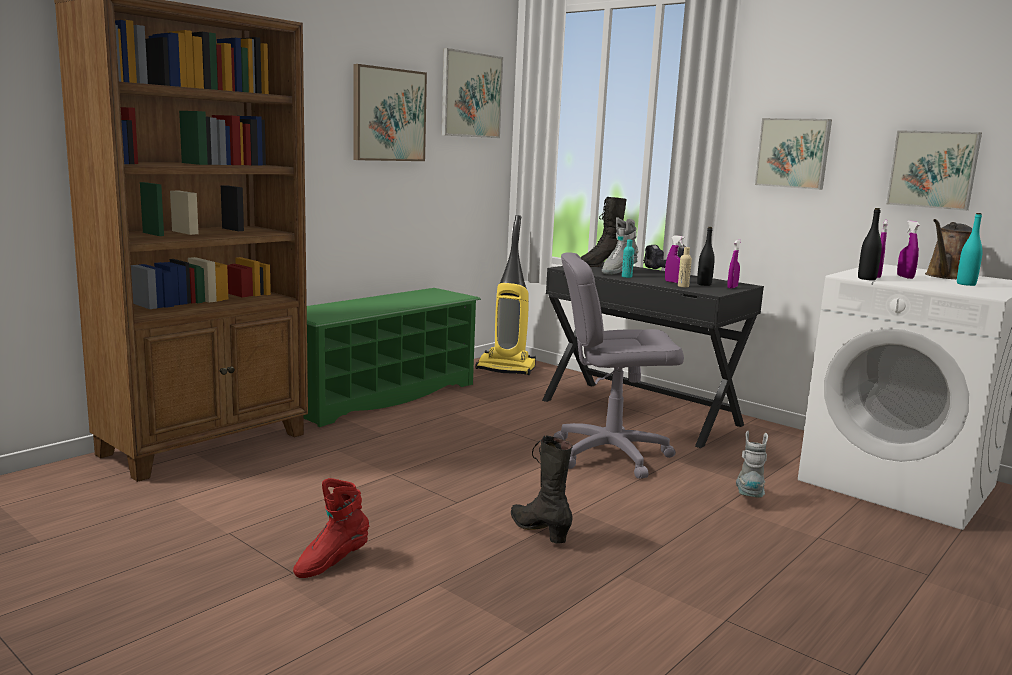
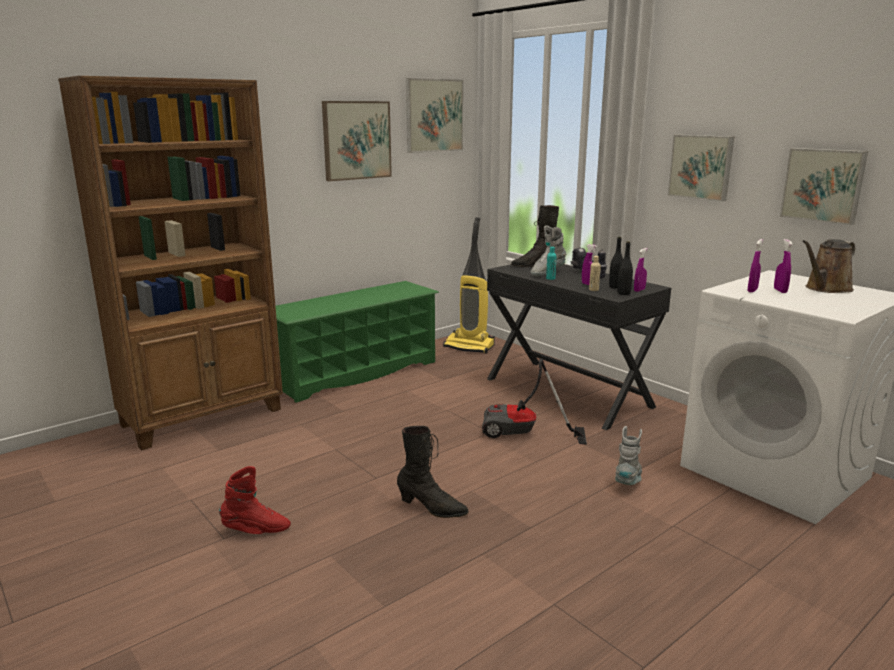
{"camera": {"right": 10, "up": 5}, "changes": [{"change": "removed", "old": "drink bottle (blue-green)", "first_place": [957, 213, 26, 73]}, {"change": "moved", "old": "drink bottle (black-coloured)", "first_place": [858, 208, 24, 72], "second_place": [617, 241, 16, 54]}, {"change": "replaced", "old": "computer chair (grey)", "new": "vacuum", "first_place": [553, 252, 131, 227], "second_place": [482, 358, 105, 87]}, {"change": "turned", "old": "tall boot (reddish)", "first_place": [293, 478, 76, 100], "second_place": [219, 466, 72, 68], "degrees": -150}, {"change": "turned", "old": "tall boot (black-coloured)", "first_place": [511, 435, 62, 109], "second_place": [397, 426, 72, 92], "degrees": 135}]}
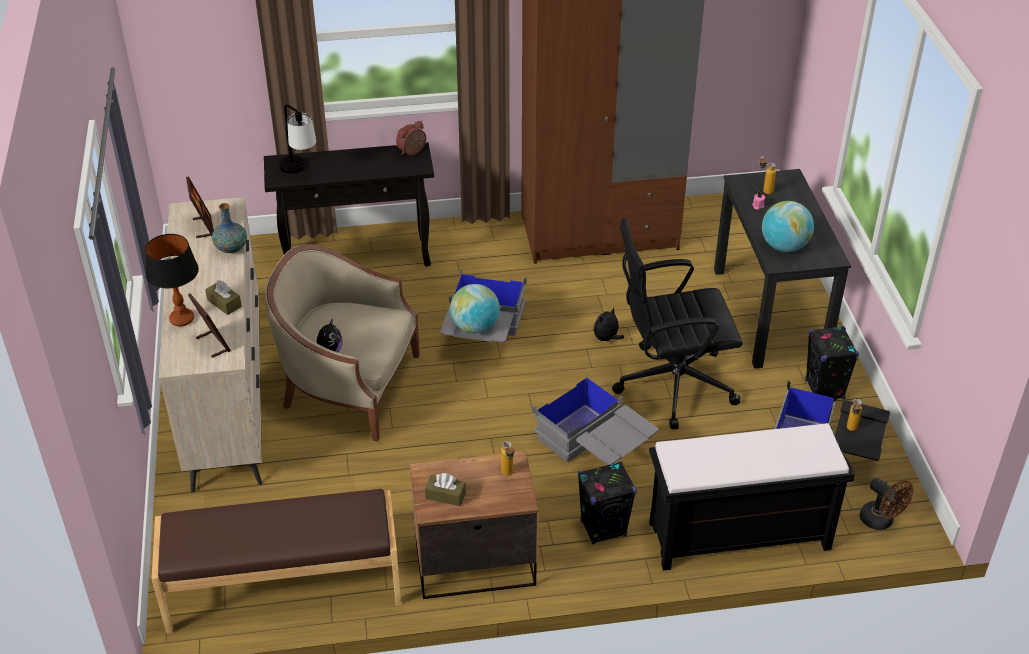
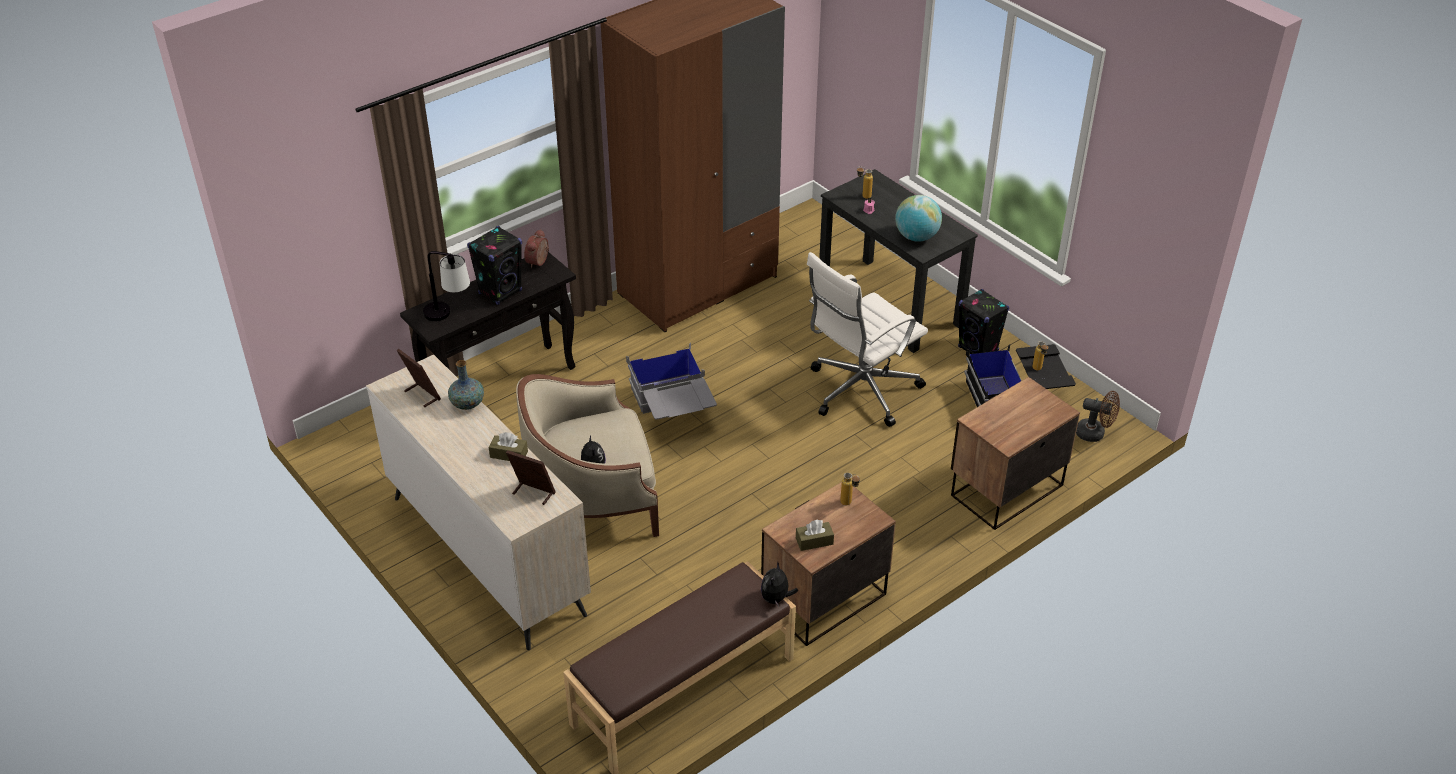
{"camera": {"right": -30, "up": 0}, "changes": [{"change": "removed", "old": "tabletop lamp", "first_place": [145, 234, 54, 92]}, {"change": "removed", "old": "desk globe", "first_place": [450, 284, 50, 49]}, {"change": "removed", "old": "storage container (grey)", "first_place": [533, 374, 125, 91]}, {"change": "moved", "old": "audio speaker (black-coloured)", "first_place": [578, 461, 58, 83], "second_place": [467, 226, 55, 79]}, {"change": "moved", "old": "plush toy", "first_place": [594, 307, 30, 34], "second_place": [761, 561, 37, 46]}, {"change": "replaced", "old": "long seat (black-coloured)", "new": "nightstand", "first_place": [649, 423, 206, 148], "second_place": [951, 377, 129, 153]}, {"change": "recoloured", "old": "computer chair (black-coloured)", "new": "computer chair (white-coloured)", "first_place": [612, 218, 131, 212], "second_place": [807, 252, 121, 175]}]}
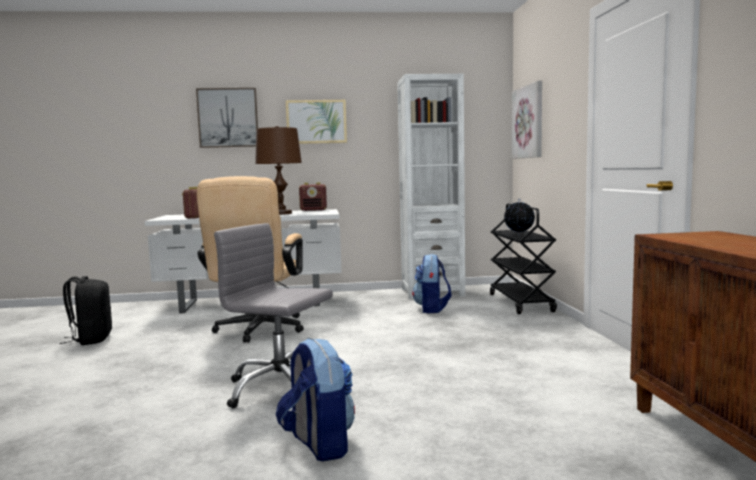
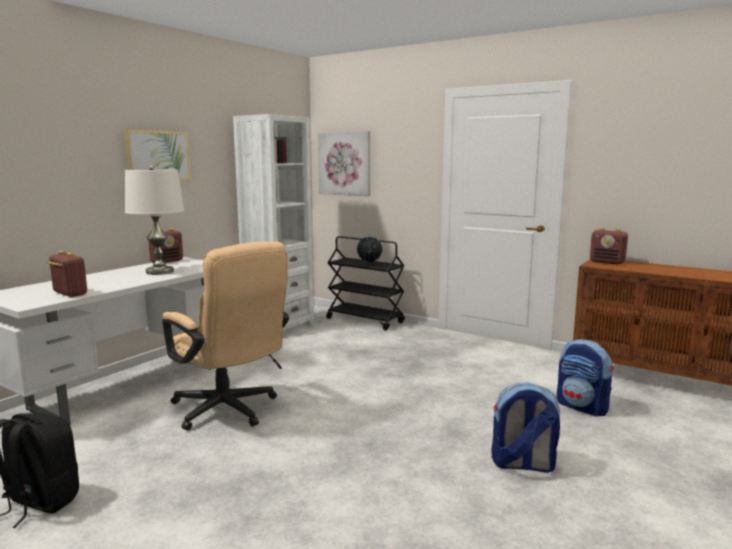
{"camera": {"right": -50, "up": 5}, "changes": [{"change": "removed", "old": "picture", "first_place": [196, 88, 62, 60]}, {"change": "removed", "old": "computer chair (grey)", "first_place": [214, 223, 119, 186]}, {"change": "added", "new": "radio", "second_place": [590, 228, 38, 37]}, {"change": "moved", "old": "backpack", "first_place": [412, 254, 39, 59], "second_place": [556, 339, 58, 78]}, {"change": "recoloured", "old": "tabletop lamp (brown-coloured)", "new": "tabletop lamp (white-coloured)", "first_place": [255, 126, 47, 89], "second_place": [125, 166, 59, 109]}]}
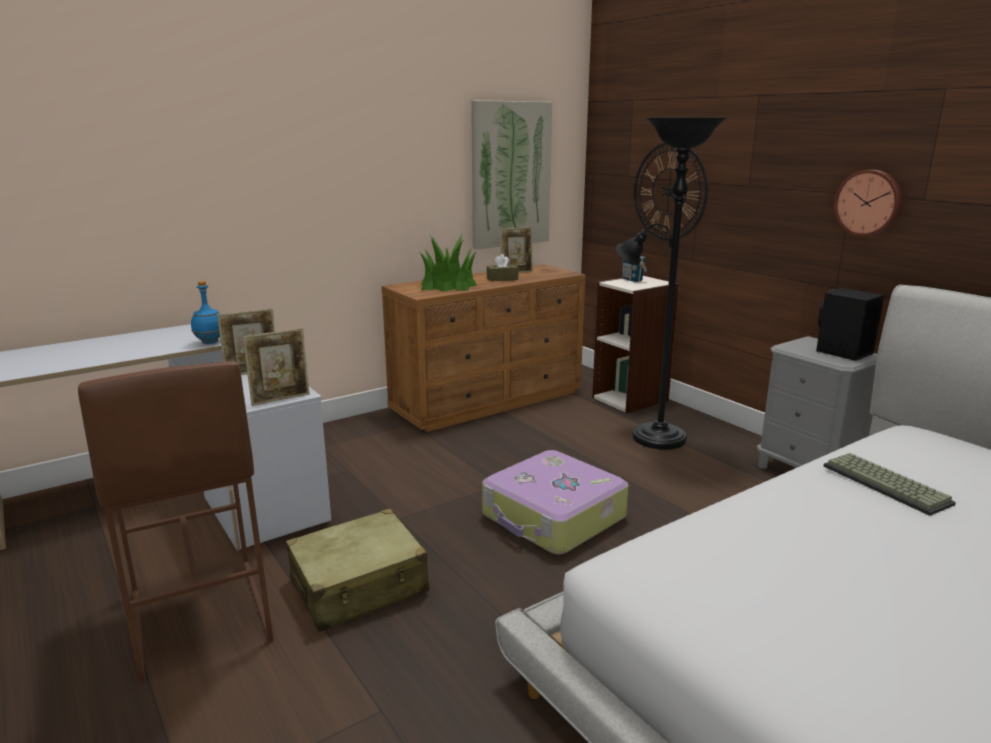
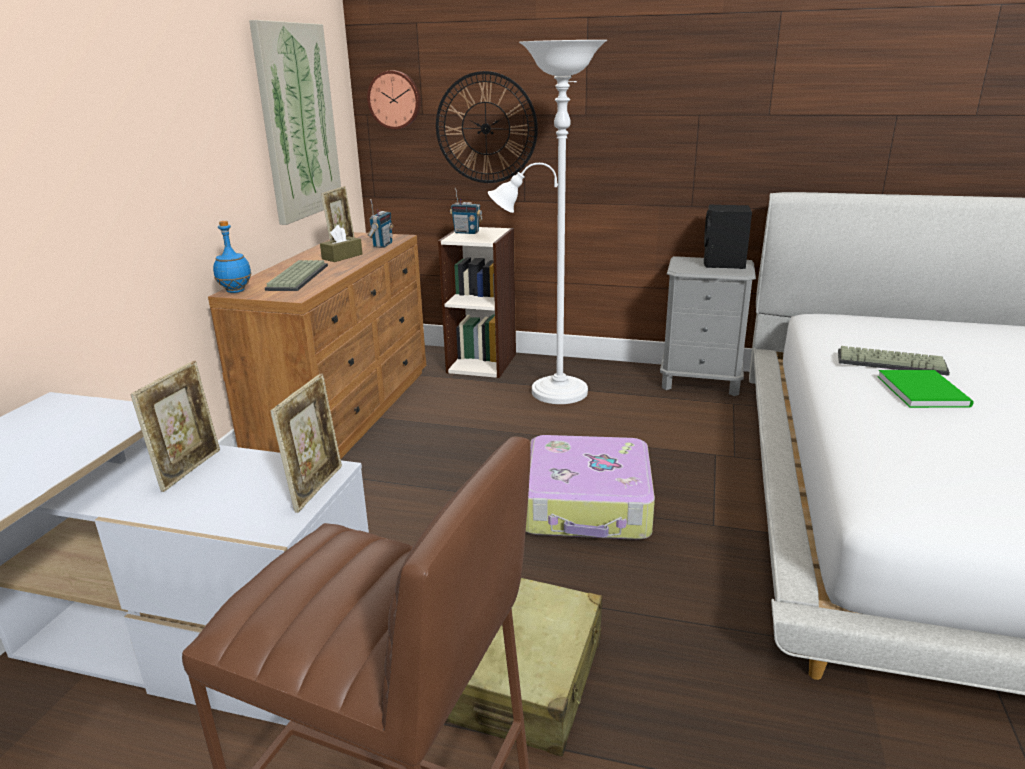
{"camera": {"right": -40, "up": 5}, "changes": [{"change": "added", "new": "radio", "second_place": [367, 199, 26, 49]}, {"change": "added", "new": "book (green)", "second_place": [878, 370, 96, 38]}, {"change": "moved", "old": "drink bottle (bluish)", "first_place": [191, 281, 29, 63], "second_place": [213, 221, 38, 72]}, {"change": "moved", "old": "clock on the wall", "first_place": [834, 170, 68, 66], "second_place": [367, 71, 54, 58]}, {"change": "replaced", "old": "plant in a pot", "new": "keyboard", "first_place": [420, 235, 57, 57], "second_place": [265, 260, 63, 31]}, {"change": "recoloured", "old": "floor lamp (black-coloured)", "new": "floor lamp (white-coloured)", "first_place": [616, 117, 111, 333], "second_place": [488, 40, 119, 364]}]}
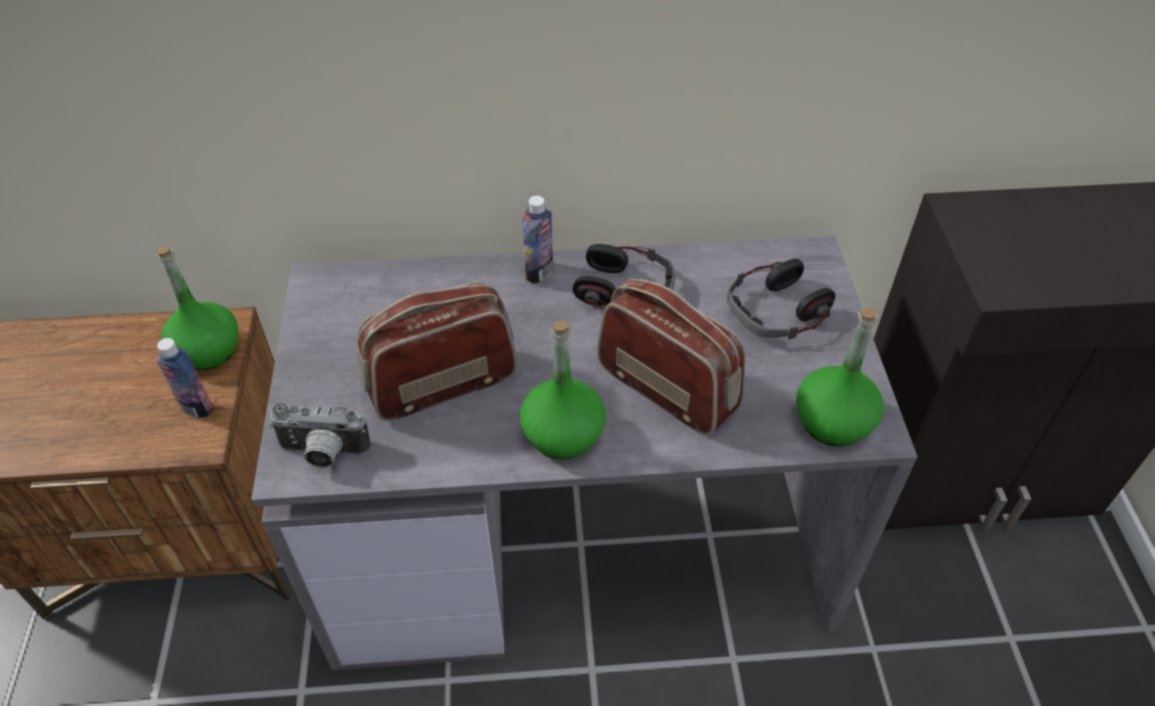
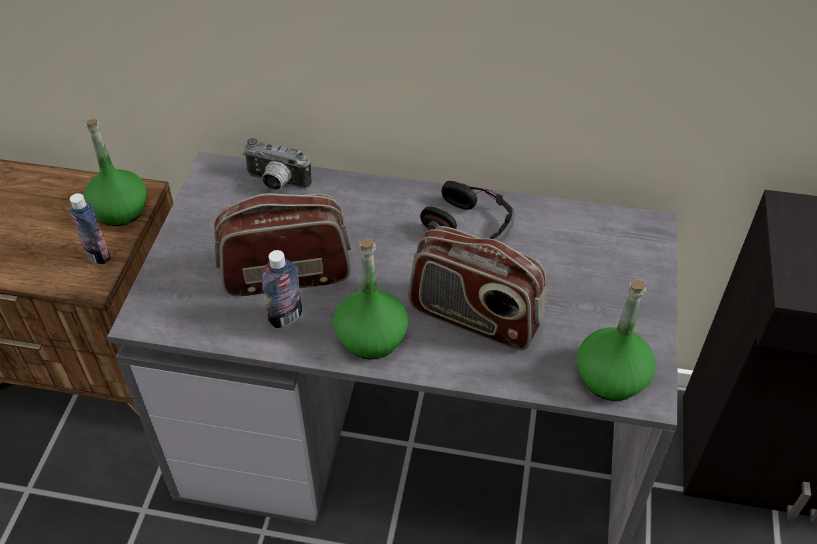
{"camera": {"right": 15, "up": 0}, "changes": [{"change": "removed", "old": "headset", "first_place": [727, 258, 108, 82]}, {"change": "moved", "old": "still camera", "first_place": [269, 403, 102, 65], "second_place": [243, 138, 69, 53]}, {"change": "moved", "old": "drink bottle", "first_place": [523, 196, 30, 88], "second_place": [262, 250, 40, 78]}, {"change": "turned", "old": "radio", "first_place": [597, 279, 148, 157], "second_place": [408, 226, 138, 124], "degrees": 150}]}
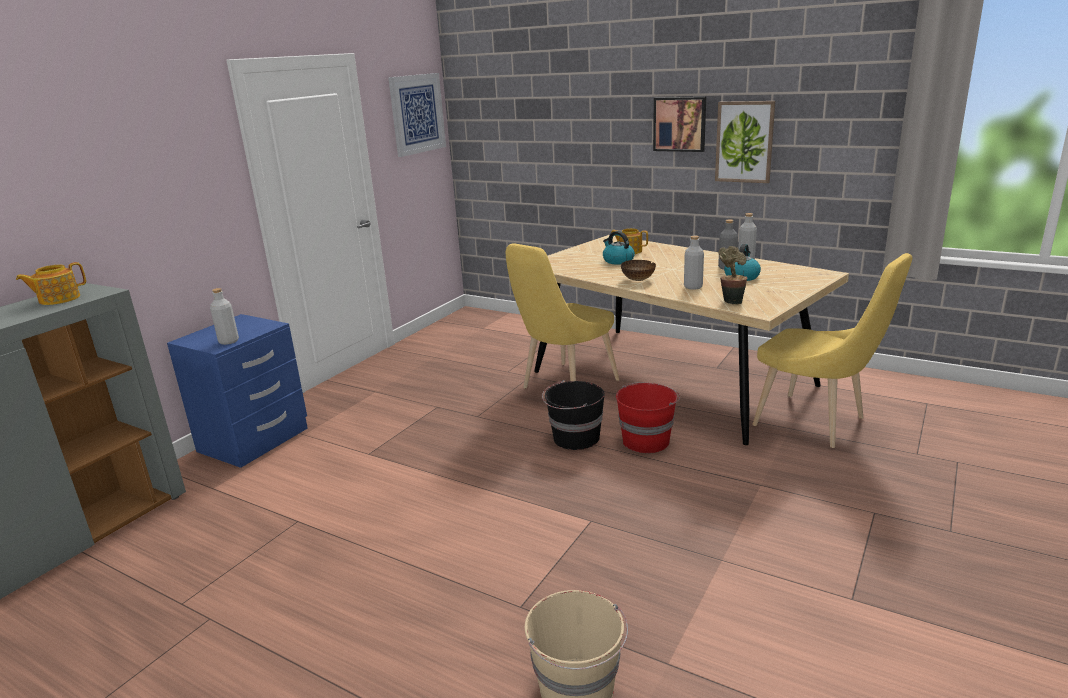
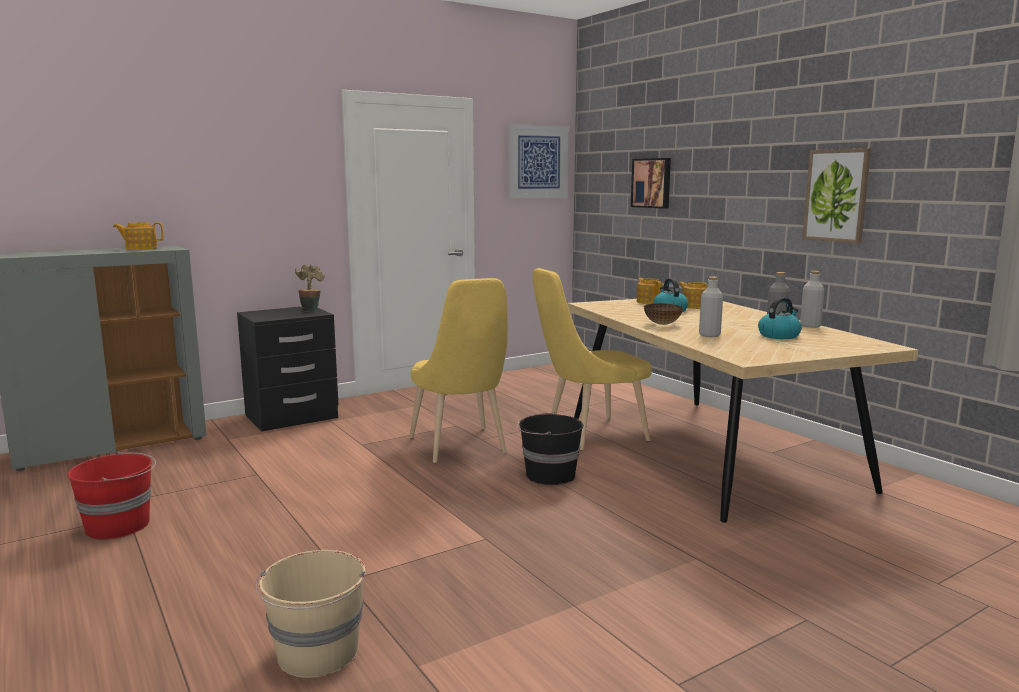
{"camera": {"right": 25, "up": -10}, "changes": [{"change": "removed", "old": "drink bottle (grey)", "first_place": [210, 288, 29, 57]}, {"change": "added", "new": "teapot", "second_place": [637, 278, 26, 26]}, {"change": "moved", "old": "water bucket (reddish)", "first_place": [616, 382, 64, 71], "second_place": [67, 452, 89, 87]}, {"change": "moved", "old": "picture", "first_place": [653, 97, 53, 55], "second_place": [631, 158, 40, 51]}, {"change": "moved", "old": "plant in a pot", "first_place": [719, 246, 28, 58], "second_place": [295, 264, 30, 48]}, {"change": "moved", "old": "upright chair (yellow-coloured)", "first_place": [752, 253, 160, 195], "second_place": [409, 278, 99, 185]}, {"change": "recoloured", "old": "nightstand (bluish)", "new": "nightstand (black-coloured)", "first_place": [167, 314, 141, 154], "second_place": [237, 306, 102, 125]}]}
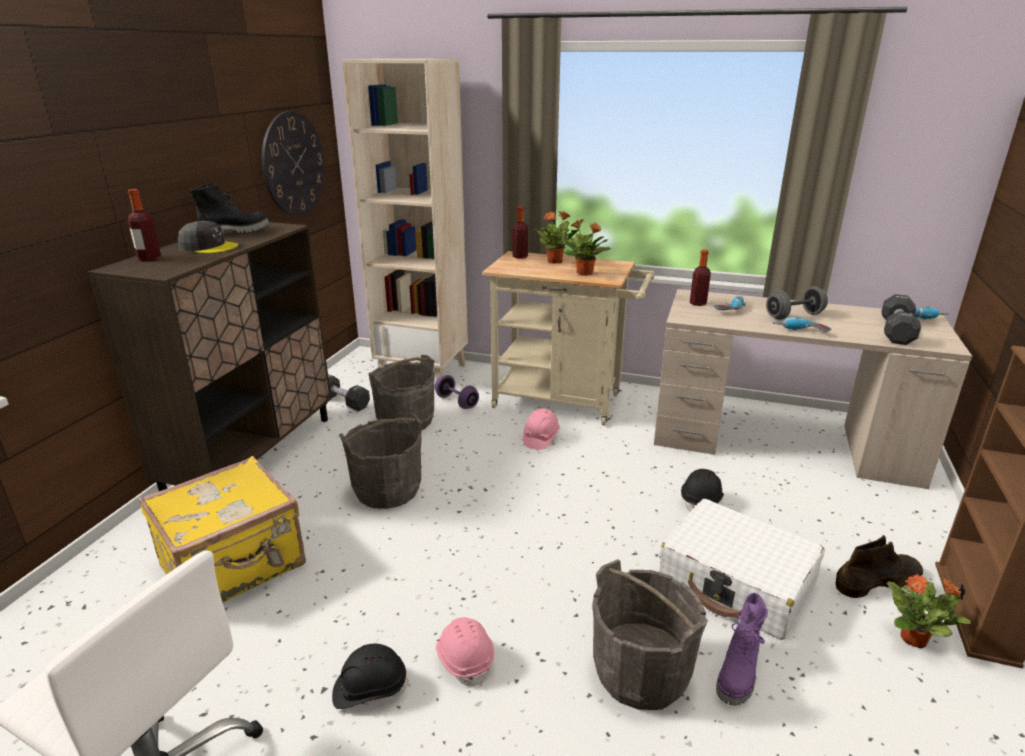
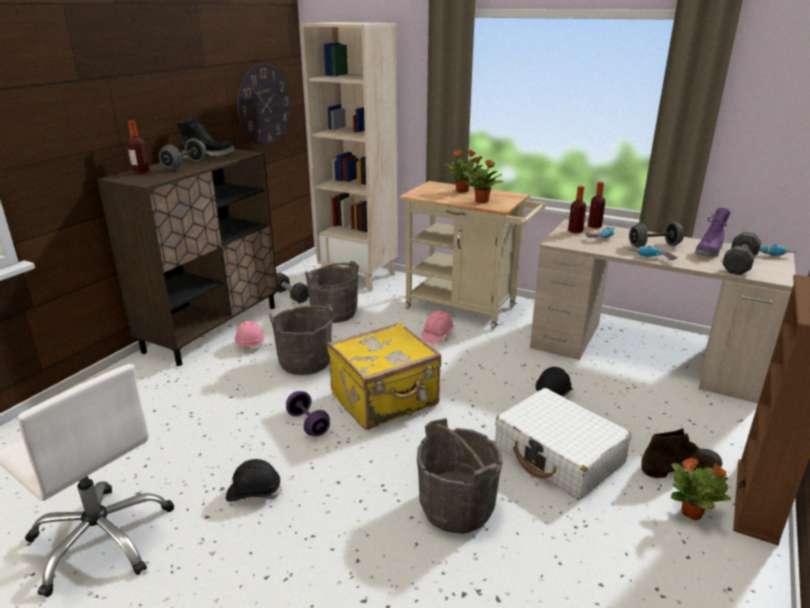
{"camera": {"right": 10, "up": 0}, "changes": [{"change": "moved", "old": "piece of luggage (yellow-coloured)", "first_place": [138, 456, 168, 147], "second_place": [327, 322, 114, 108]}, {"change": "moved", "old": "dumbbell (purple)", "first_place": [435, 375, 44, 34], "second_place": [286, 391, 44, 45]}, {"change": "moved", "old": "work helmet (pinkish)", "first_place": [436, 617, 58, 70], "second_place": [234, 321, 31, 33]}, {"change": "moved", "old": "drink bottle", "first_place": [513, 206, 15, 53], "second_place": [588, 182, 17, 46]}, {"change": "moved", "old": "tall boot (purple)", "first_place": [716, 593, 52, 113], "second_place": [695, 208, 36, 49]}, {"change": "replaced", "old": "baseball cap (grey)", "new": "dumbbell (grey)", "first_place": [178, 221, 60, 33], "second_place": [159, 138, 48, 32]}]}
